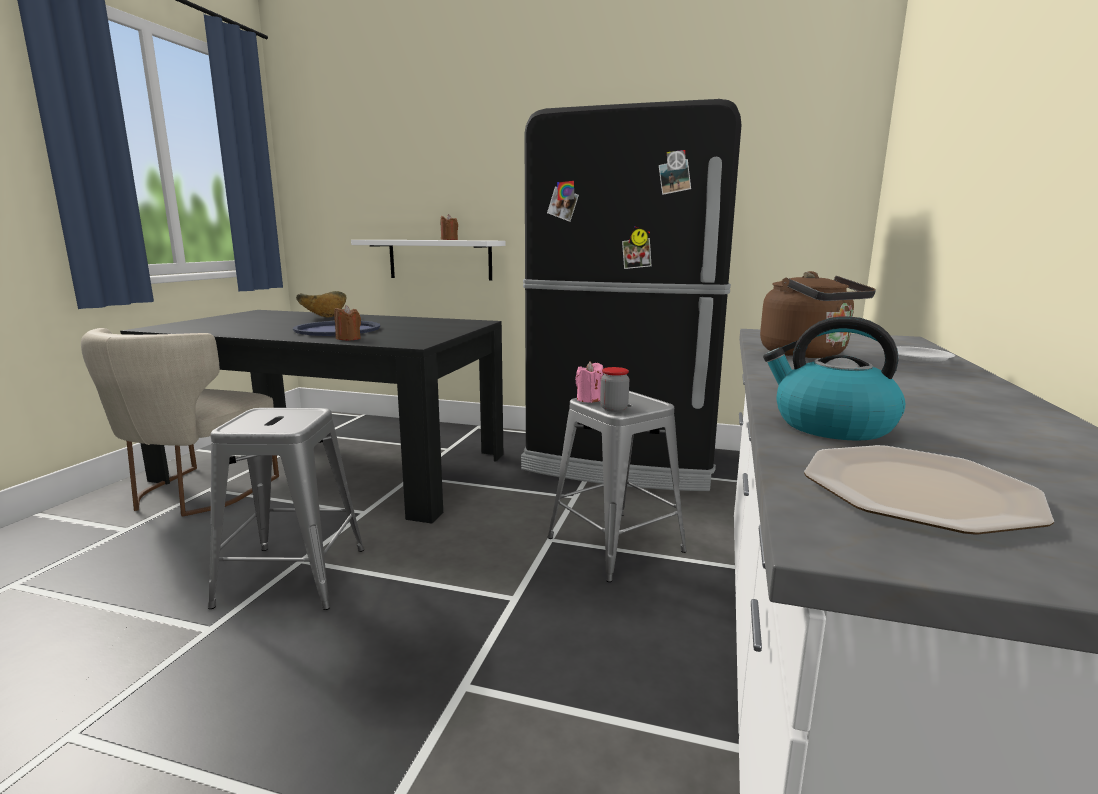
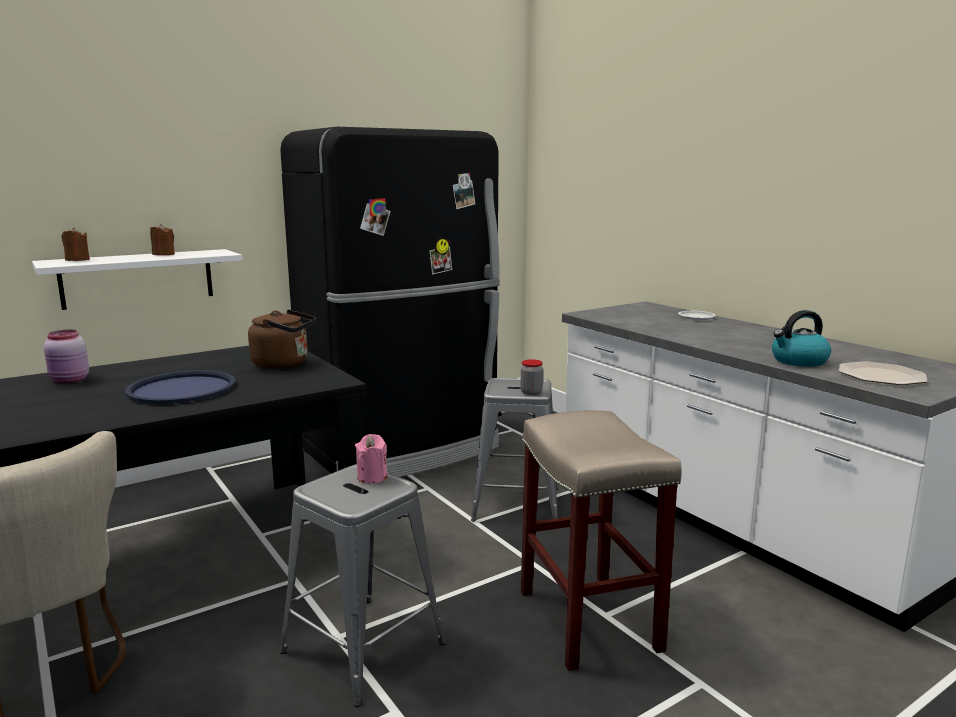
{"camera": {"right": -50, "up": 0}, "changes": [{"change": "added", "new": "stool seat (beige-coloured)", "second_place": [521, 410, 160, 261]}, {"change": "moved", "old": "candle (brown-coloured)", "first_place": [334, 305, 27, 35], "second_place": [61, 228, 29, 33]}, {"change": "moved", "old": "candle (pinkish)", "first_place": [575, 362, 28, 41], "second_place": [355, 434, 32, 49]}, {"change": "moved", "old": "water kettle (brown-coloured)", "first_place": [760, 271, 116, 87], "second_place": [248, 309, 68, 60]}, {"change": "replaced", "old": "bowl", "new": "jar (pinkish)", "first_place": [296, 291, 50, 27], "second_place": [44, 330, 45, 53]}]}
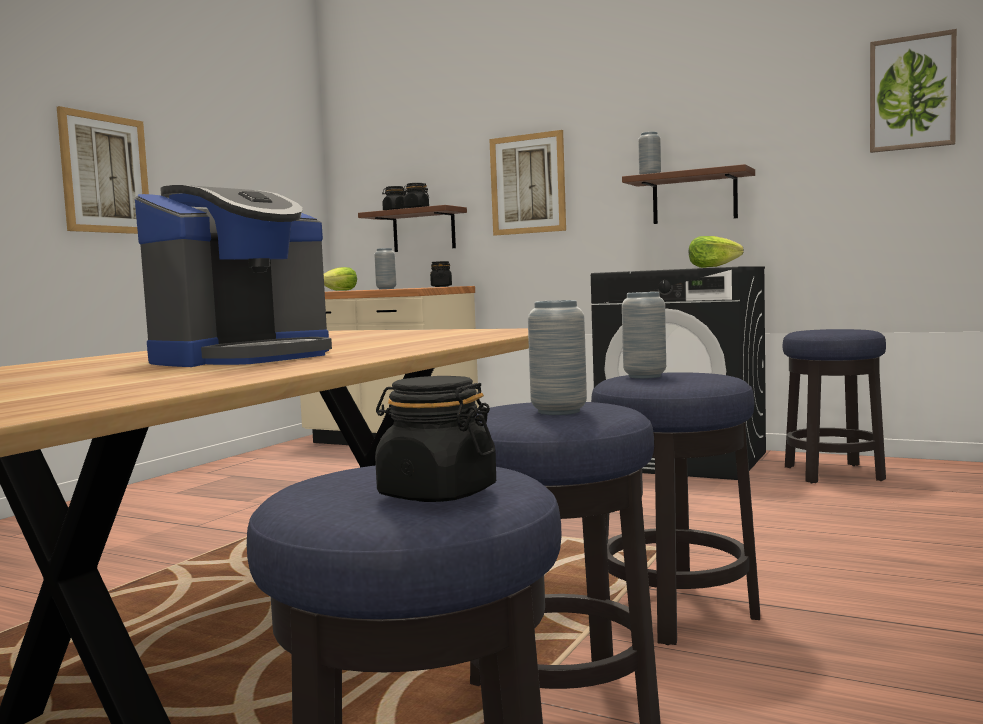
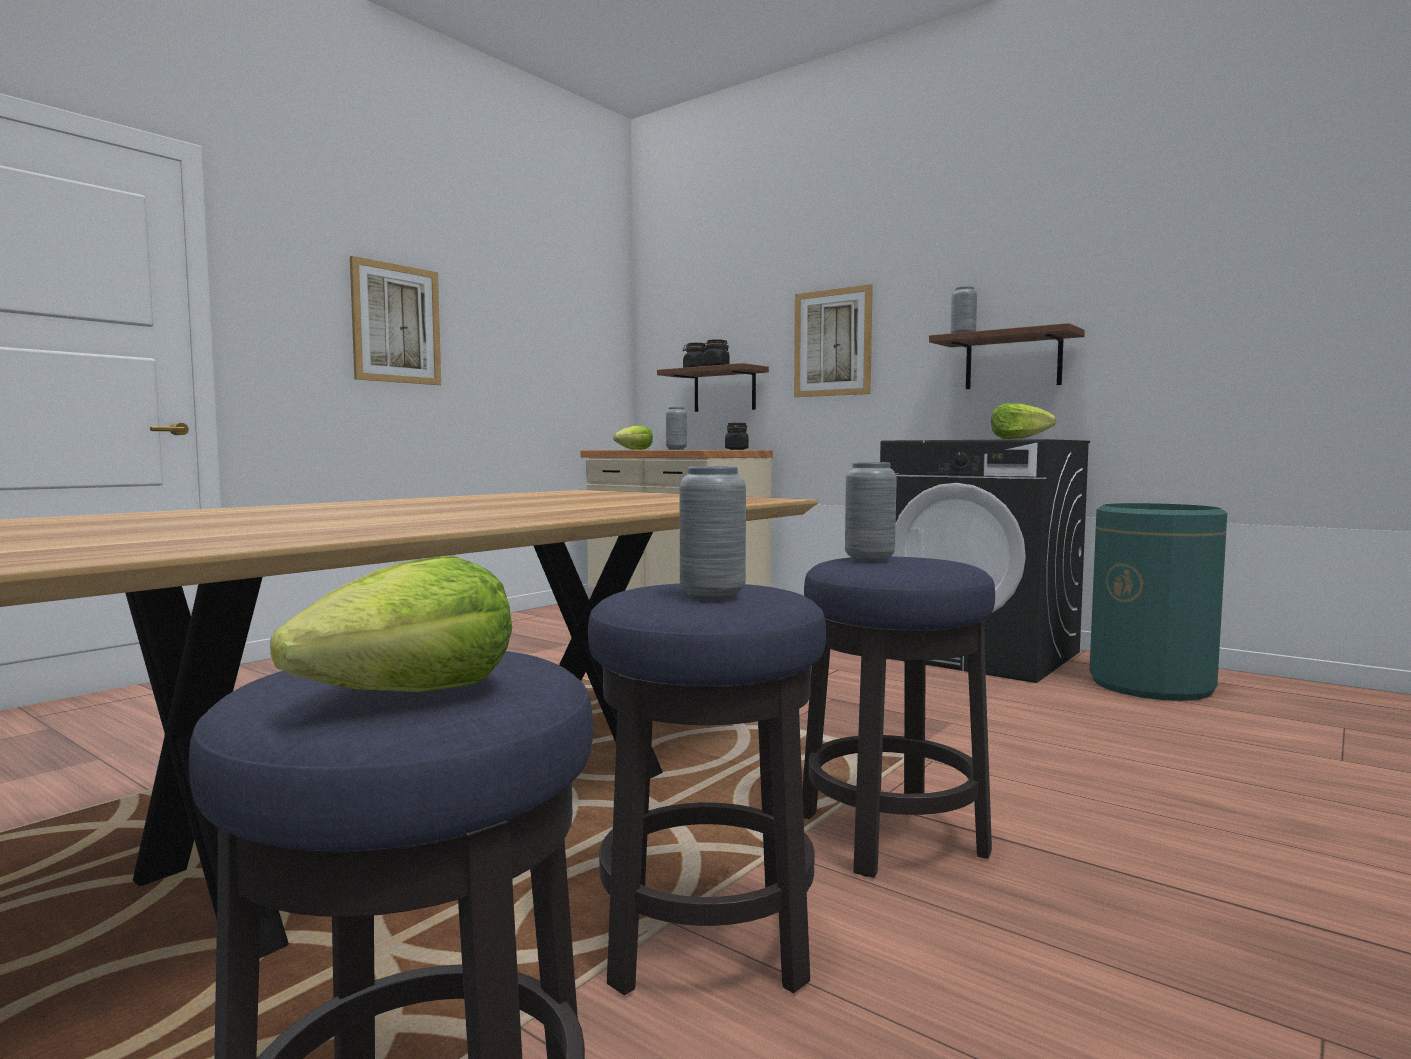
{"camera": {"right": 10, "up": 0}, "changes": [{"change": "removed", "old": "coffee brewer", "first_place": [135, 185, 197, 182]}, {"change": "removed", "old": "picture", "first_place": [870, 29, 87, 124]}, {"change": "replaced", "old": "jar (black-coloured)", "new": "head of lettuce", "first_place": [375, 376, 121, 126], "second_place": [270, 556, 242, 136]}, {"change": "replaced", "old": "stool seat", "new": "waste bin (green)", "first_place": [783, 329, 103, 154], "second_place": [1089, 503, 138, 198]}]}
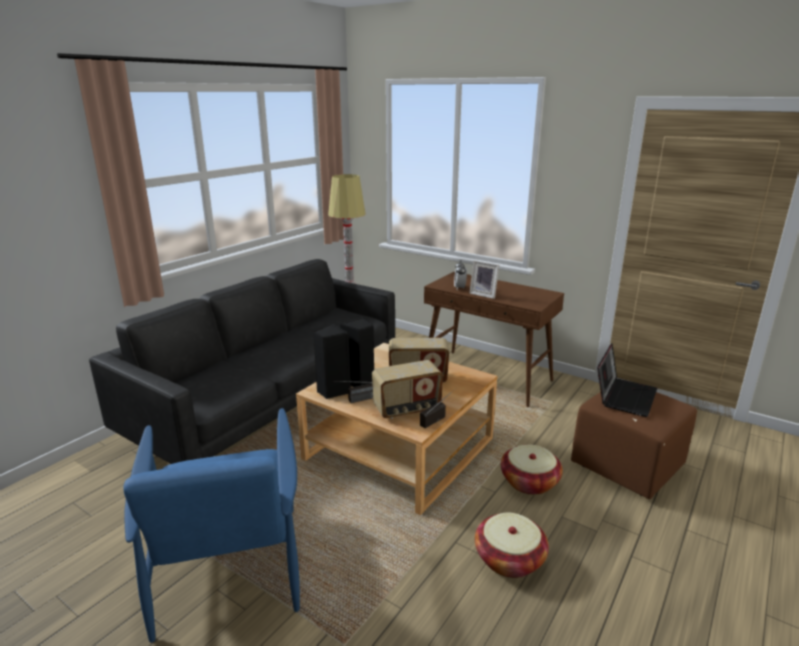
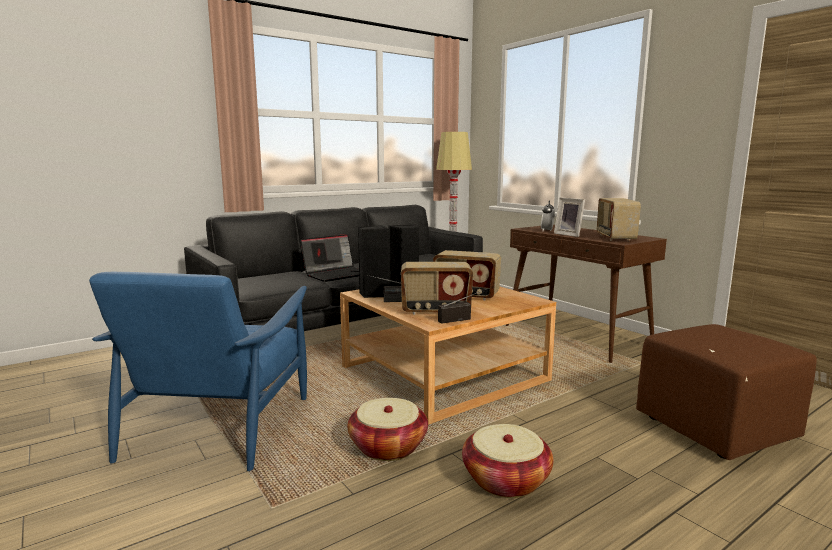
{"camera": {"right": 20, "up": -10}, "changes": [{"change": "added", "new": "radio", "second_place": [596, 198, 45, 43]}, {"change": "moved", "old": "household basket", "first_place": [501, 444, 62, 51], "second_place": [348, 398, 80, 63]}, {"change": "moved", "old": "laptop", "first_place": [597, 343, 60, 74], "second_place": [300, 234, 59, 48]}]}
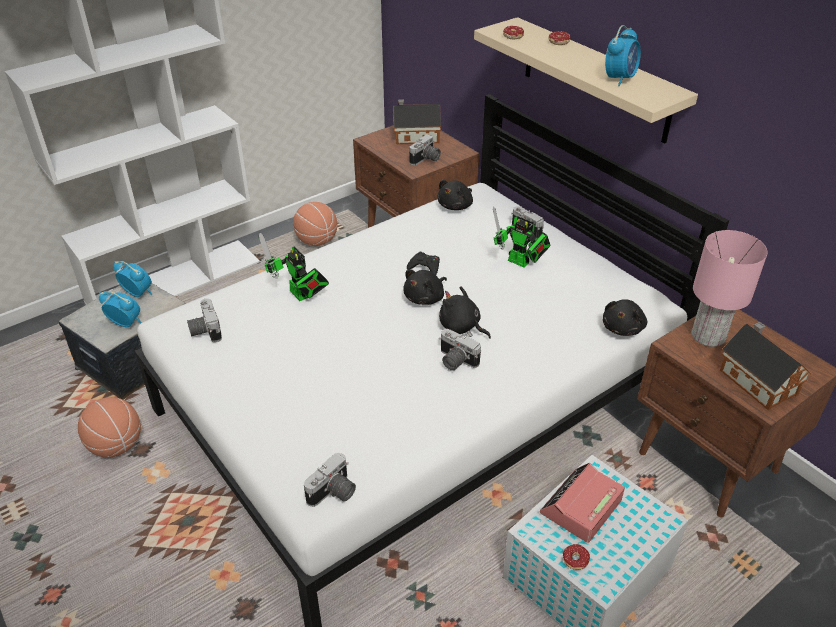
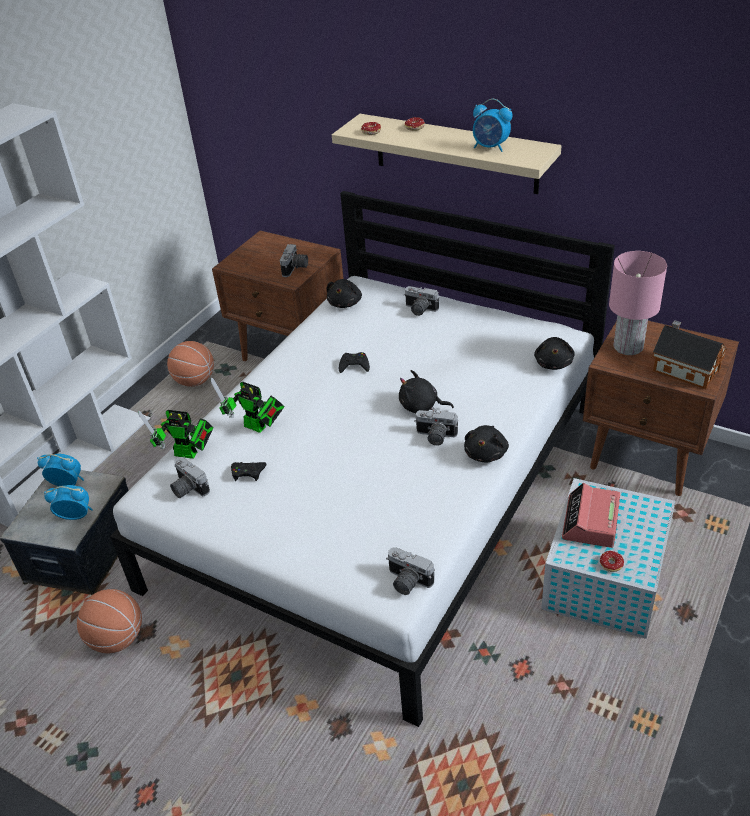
{"camera": {"right": -20, "up": 0}, "changes": [{"change": "removed", "old": "toy house", "first_place": [393, 99, 48, 45]}, {"change": "added", "new": "gamepad (black-coloured)", "second_place": [231, 462, 36, 19]}, {"change": "moved", "old": "plush toy (black-coloured)", "first_place": [403, 269, 44, 36], "second_place": [464, 425, 45, 37]}, {"change": "moved", "old": "model robot", "first_place": [493, 207, 58, 60], "second_place": [138, 410, 75, 49]}, {"change": "turned", "old": "still camera", "first_place": [304, 453, 52, 54], "second_place": [386, 547, 49, 48], "degrees": 105}, {"change": "turned", "old": "table clock", "first_place": [605, 25, 36, 61], "second_place": [473, 99, 40, 53], "degrees": 105}]}
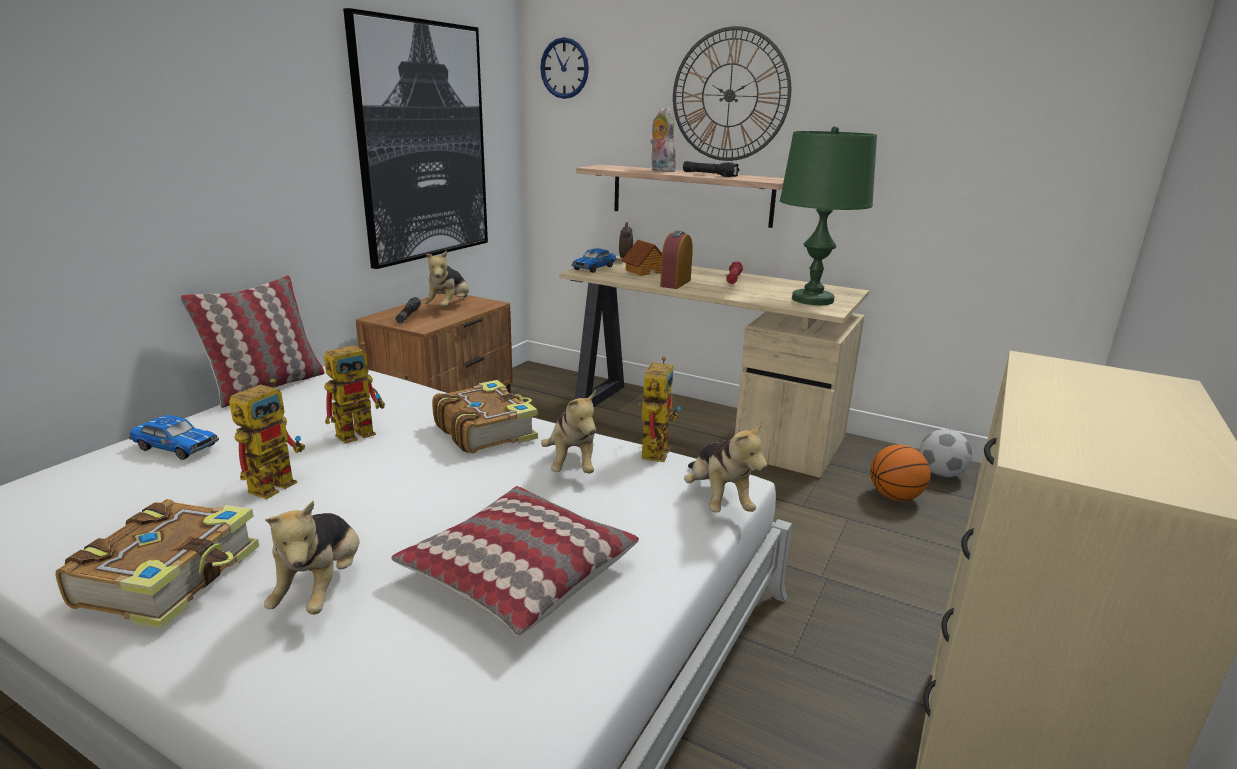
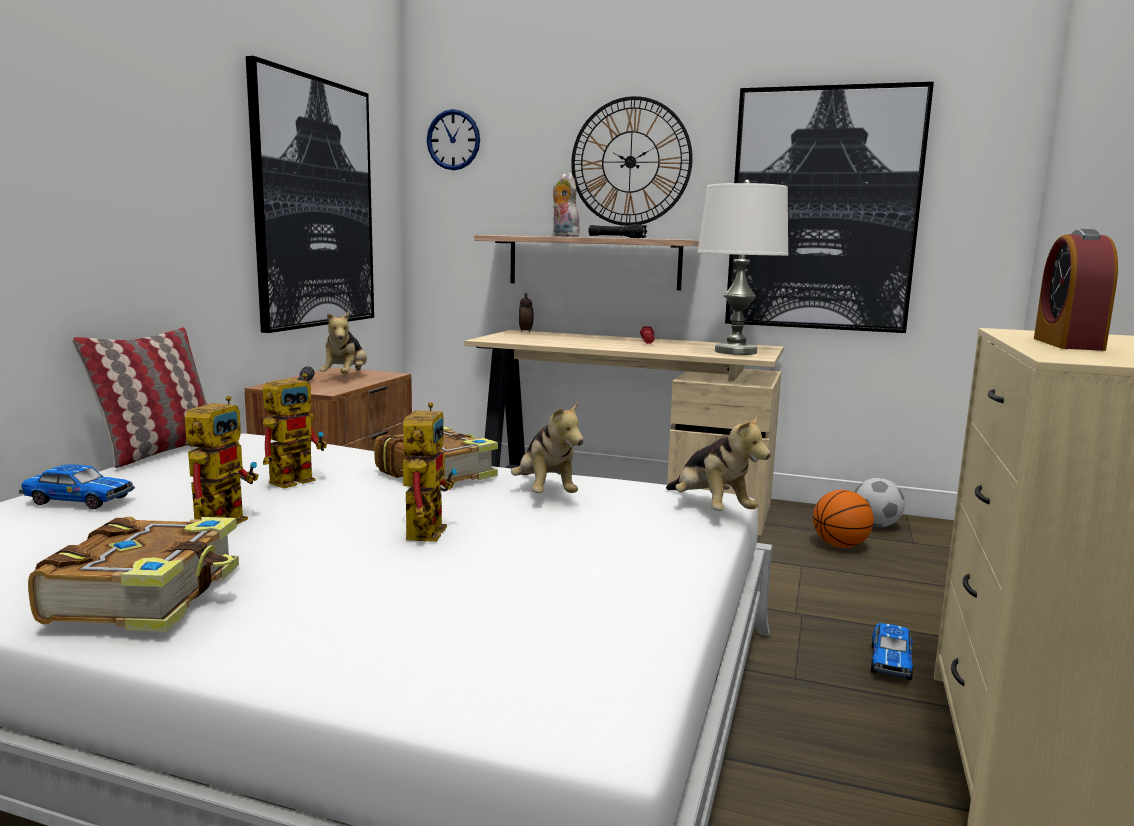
{"camera": {"right": -10, "up": -10}, "changes": [{"change": "removed", "old": "plush toy", "first_place": [264, 501, 96, 113]}, {"change": "removed", "old": "throw pillow", "first_place": [391, 486, 248, 151]}, {"change": "removed", "old": "toy house", "first_place": [621, 240, 41, 36]}, {"change": "added", "new": "picture", "second_place": [725, 82, 209, 251]}, {"change": "moved", "old": "model car", "first_place": [572, 248, 45, 25], "second_place": [871, 623, 42, 57]}, {"change": "moved", "old": "model robot", "first_place": [638, 356, 43, 106], "second_place": [400, 402, 58, 140]}, {"change": "moved", "old": "table clock", "first_place": [660, 231, 33, 58], "second_place": [1034, 229, 84, 122]}, {"change": "recoloured", "old": "tabletop lamp (green)", "new": "tabletop lamp (white-coloured)", "first_place": [780, 126, 97, 179], "second_place": [697, 180, 92, 175]}]}
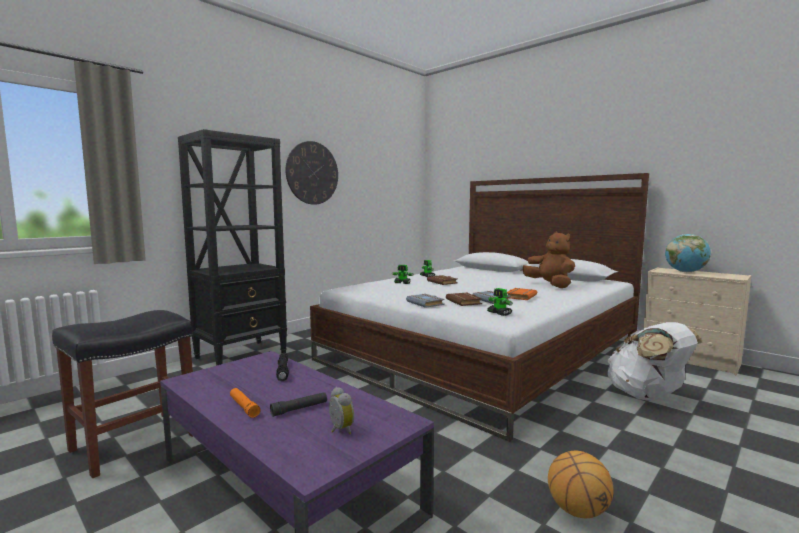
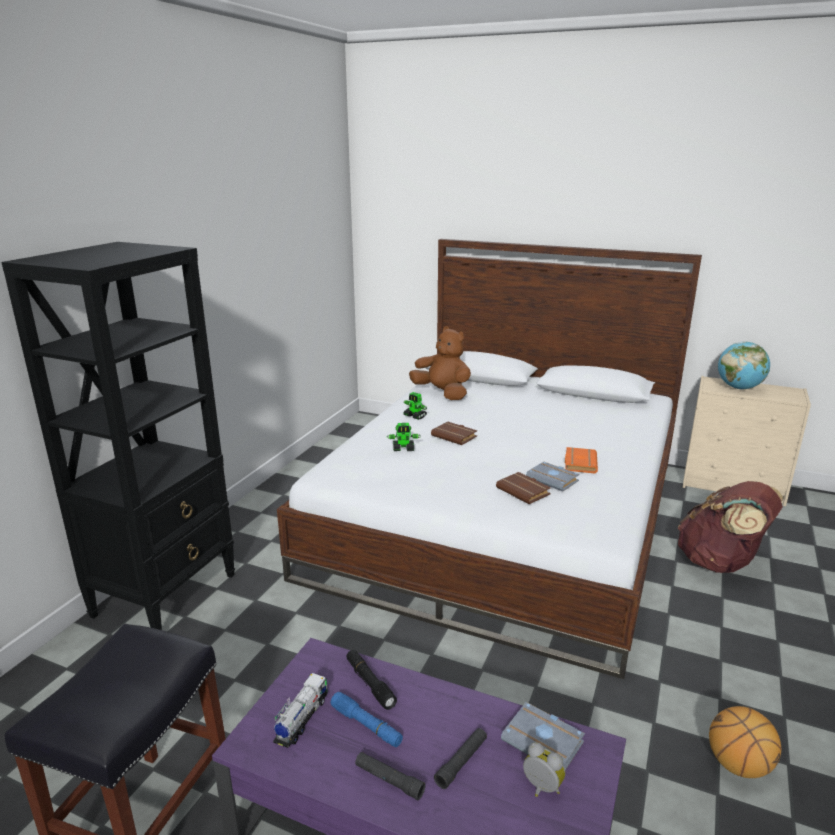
{"camera": {"right": -20, "up": 15}, "changes": [{"change": "removed", "old": "clock on the wall", "first_place": [286, 141, 52, 64]}, {"change": "removed", "old": "model robot", "first_place": [487, 288, 26, 28]}, {"change": "added", "new": "toy lorry", "second_place": [273, 673, 55, 75]}, {"change": "added", "new": "flashlight (bluish)", "second_place": [331, 692, 72, 55]}, {"change": "moved", "old": "book (grey)", "first_place": [406, 294, 39, 14], "second_place": [501, 702, 84, 68]}, {"change": "moved", "old": "plush toy (brown-coloured)", "first_place": [523, 232, 52, 56], "second_place": [409, 326, 62, 74]}, {"change": "recoloured", "old": "flashlight (orange)", "new": "flashlight (black-coloured)", "first_place": [230, 388, 31, 30], "second_place": [355, 752, 71, 48]}, {"change": "recoloured", "old": "backpack (white-coloured)", "new": "backpack (brown-coloured)", "first_place": [607, 322, 95, 79], "second_place": [678, 481, 105, 92]}]}
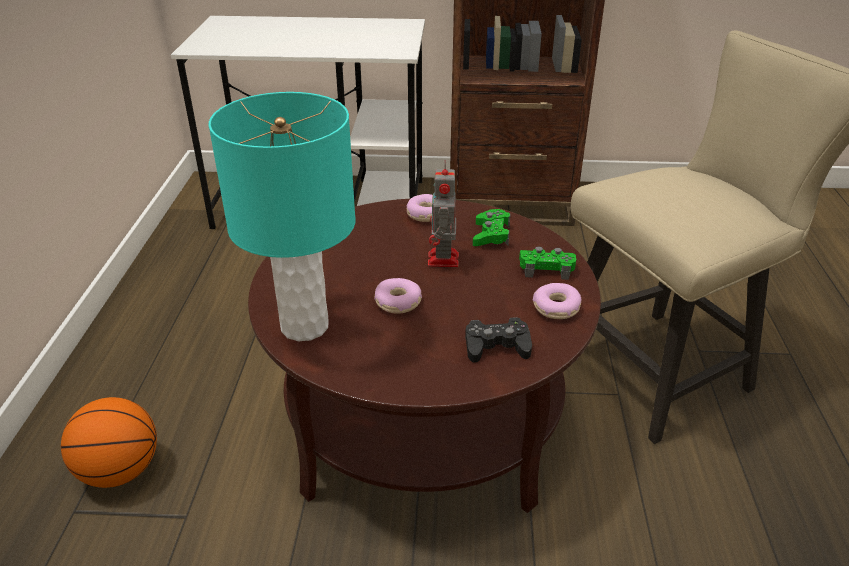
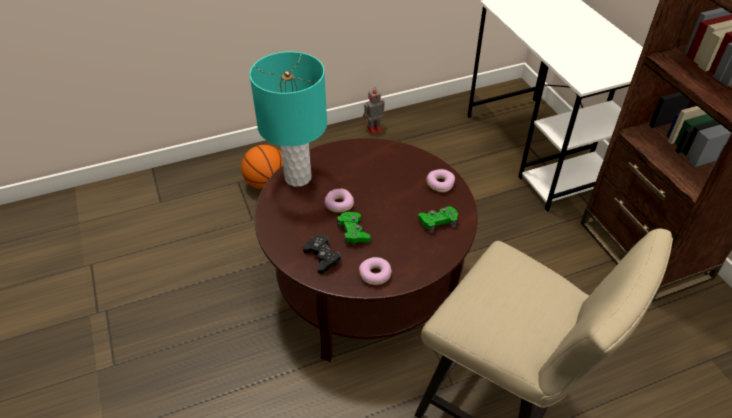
{"camera": {"right": 65, "up": 10}, "changes": [{"change": "moved", "old": "model robot", "first_place": [428, 160, 31, 107], "second_place": [363, 87, 22, 48]}, {"change": "moved", "old": "gamepad (green)", "first_place": [519, 247, 57, 33], "second_place": [337, 212, 34, 32]}]}
